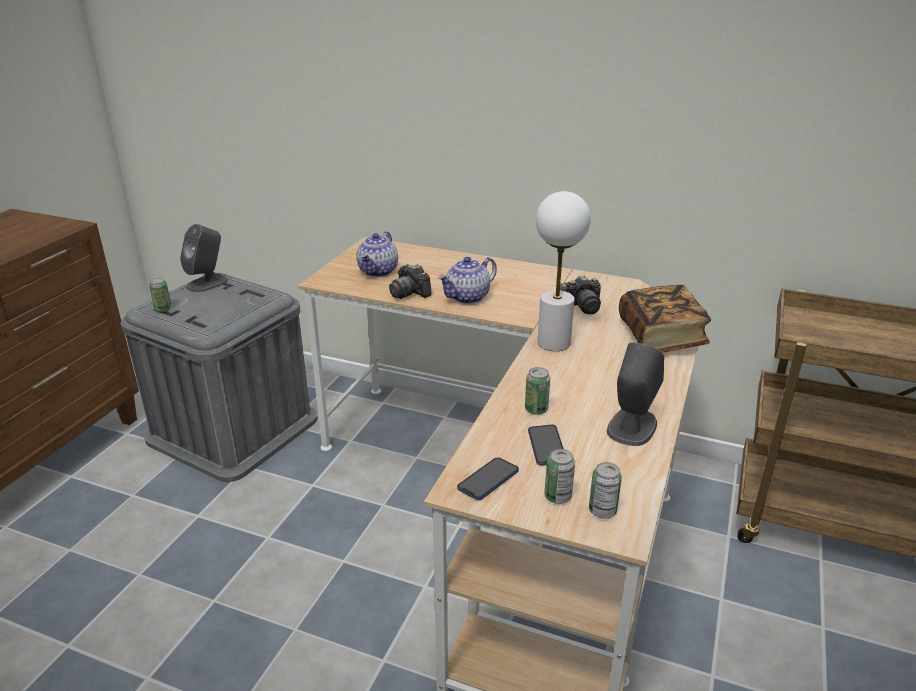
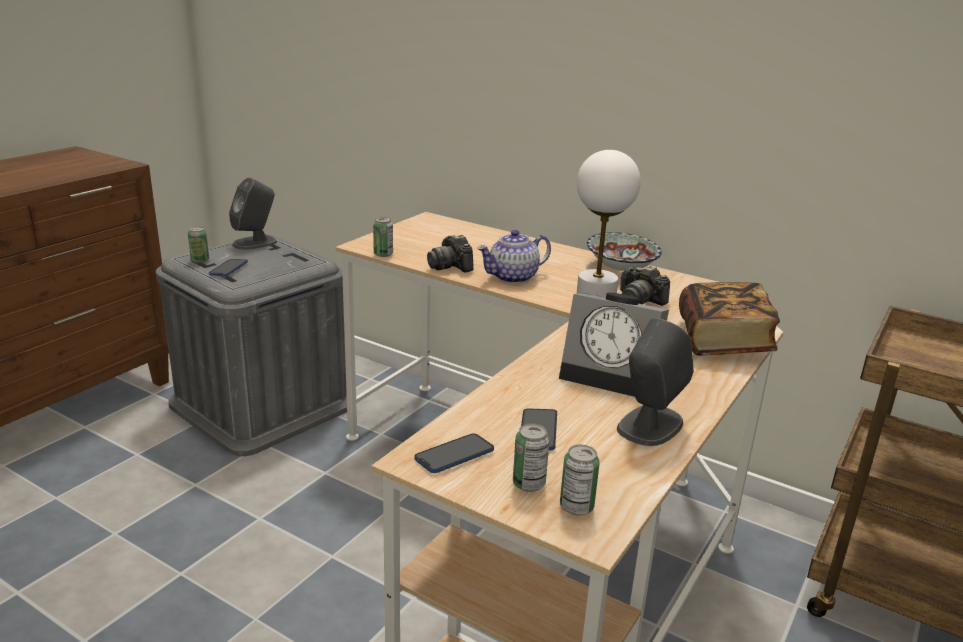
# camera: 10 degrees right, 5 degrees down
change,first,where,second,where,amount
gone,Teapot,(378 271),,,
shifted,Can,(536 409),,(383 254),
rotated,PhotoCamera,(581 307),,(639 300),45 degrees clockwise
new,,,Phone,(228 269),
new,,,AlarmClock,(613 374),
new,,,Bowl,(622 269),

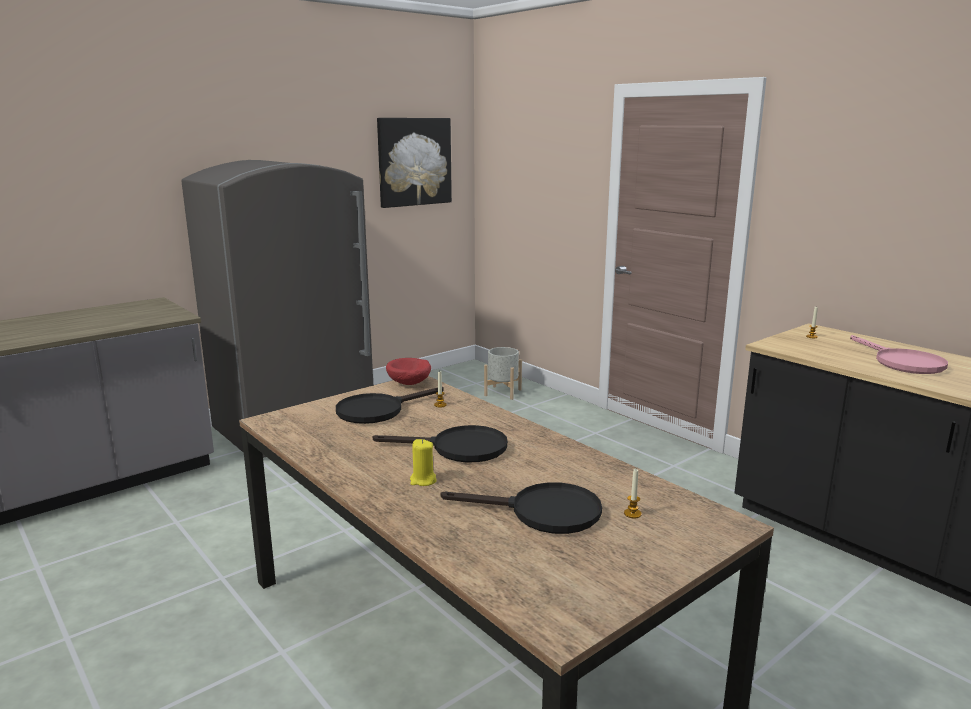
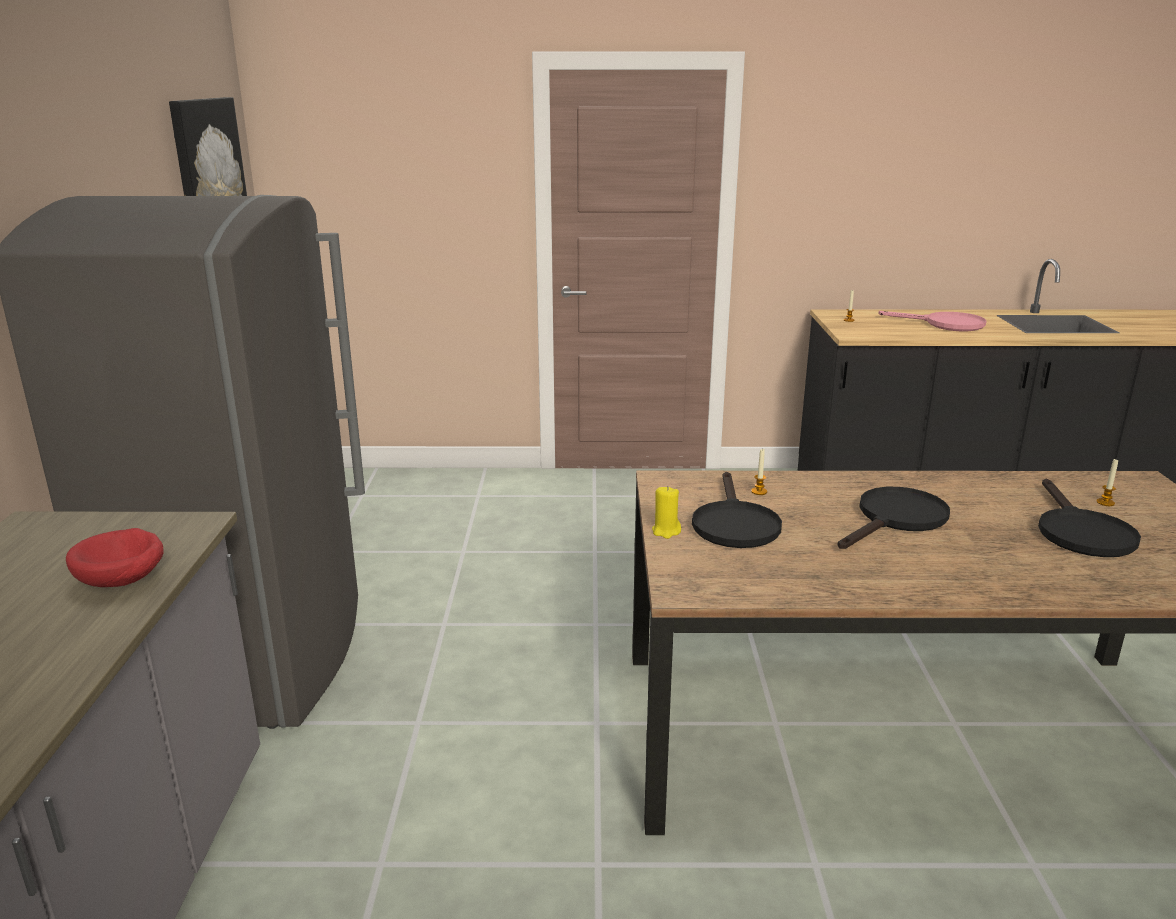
# camera: 50 degrees left, 5 degrees up
change,first,where,second,where,amount
shifted,RedBowl,(409 384),,(123 582),
shifted,YellowCandle,(423 480),,(666 531),
rotated,BlackFryingPan,(542 512),,(1080 532),135 degrees clockwise
gone,GreyPlanter,(503 392),,,

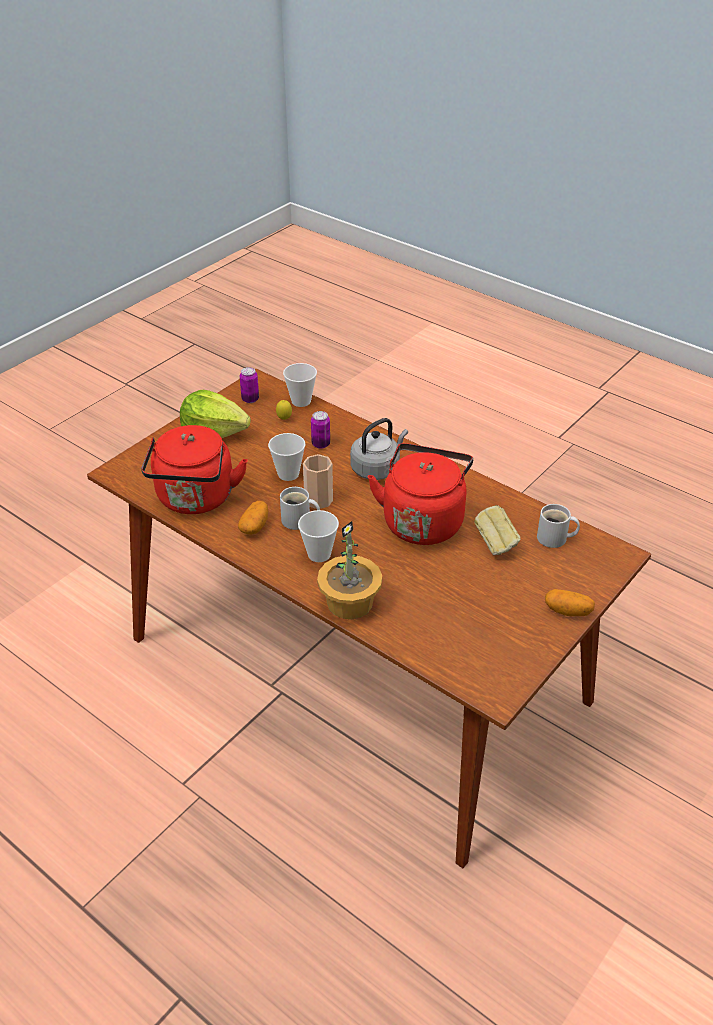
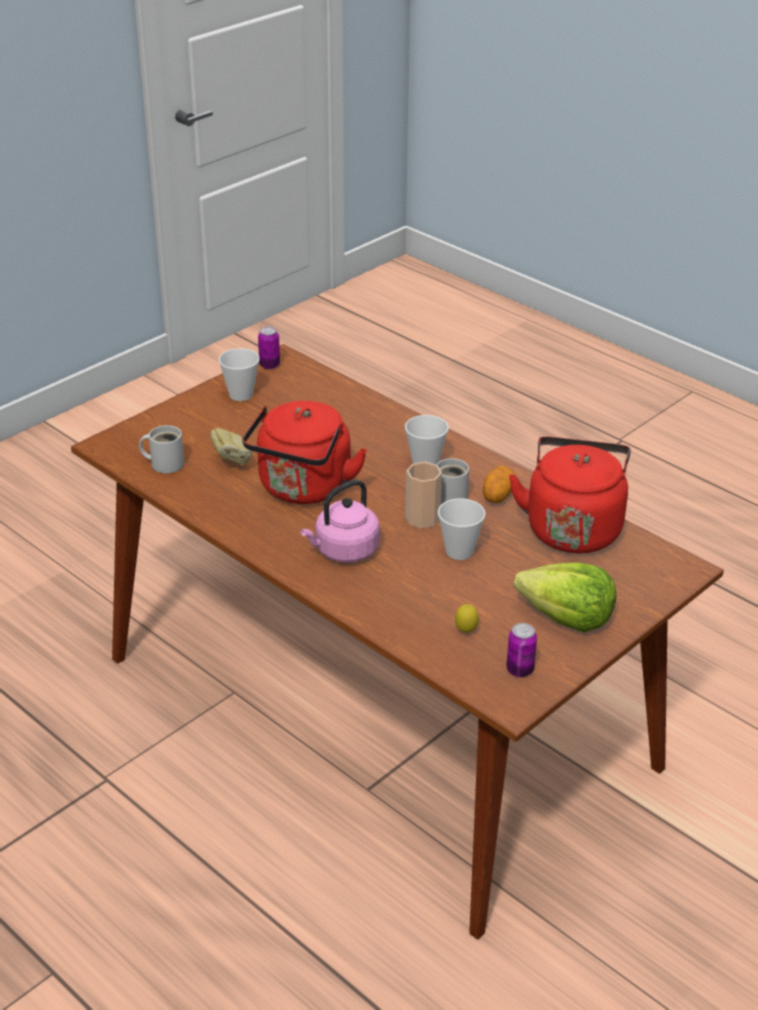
# camera: 175 degrees left, 5 degrees down
change,first,where,second,where,amount
shifted,Cup,(301 401),,(241 395),
shifted,Can,(321 444),,(269 365),
gone,PottedPlant,(350 602),,,
repainted,GreyKettle,(377 468),PinkKettle,(344 551),
gone,Potato,(567 611),,,

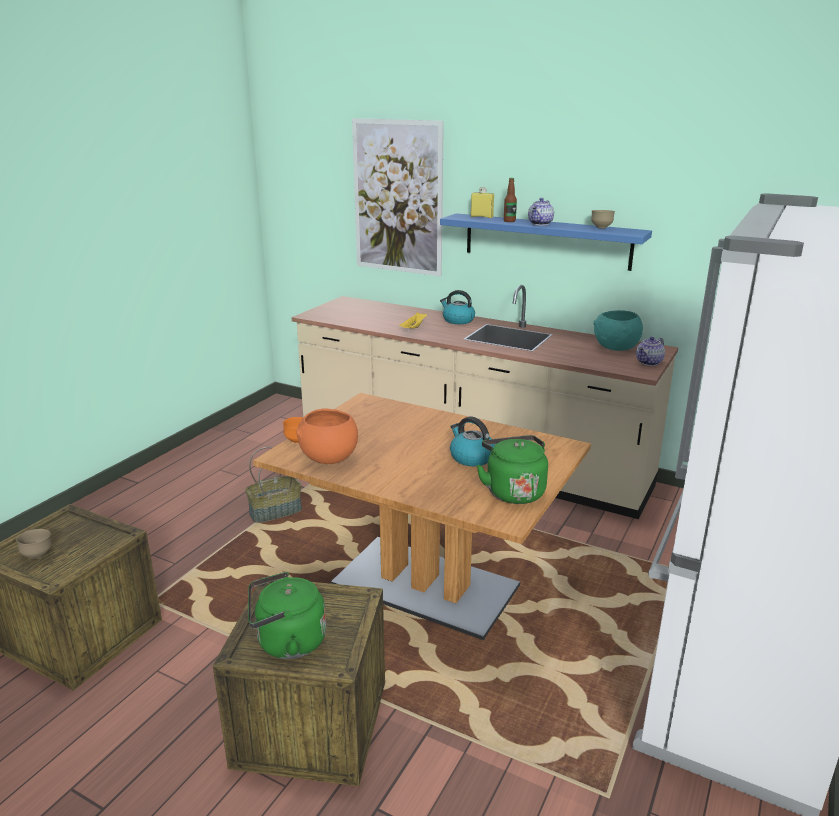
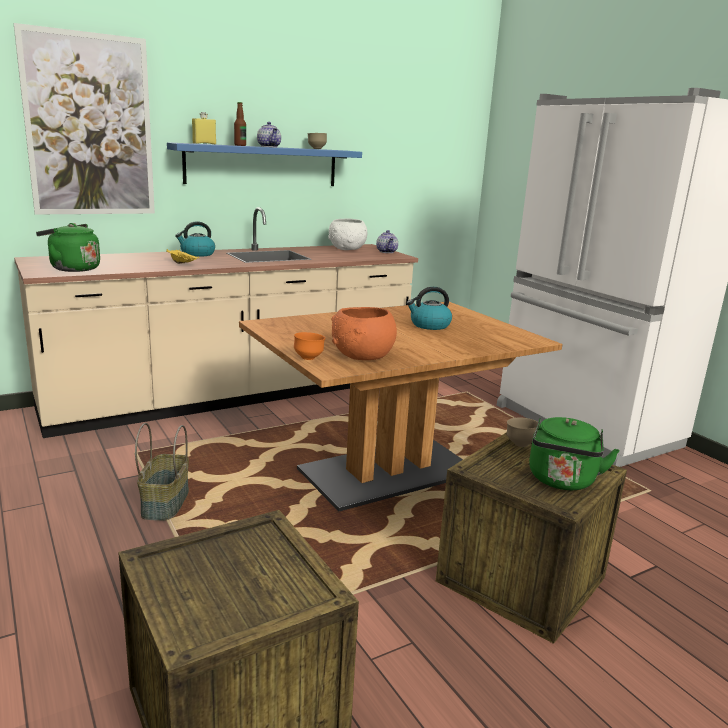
# camera: 60 degrees left, 5 degrees down
change,first,where,second,where,amount
shifted,BrownBowl,(38 555),,(520 444),
shifted,GreenKettle,(513 491),,(72 269),
repainted,TurquoiseBowl,(616 348),WhiteBowl,(347 249),

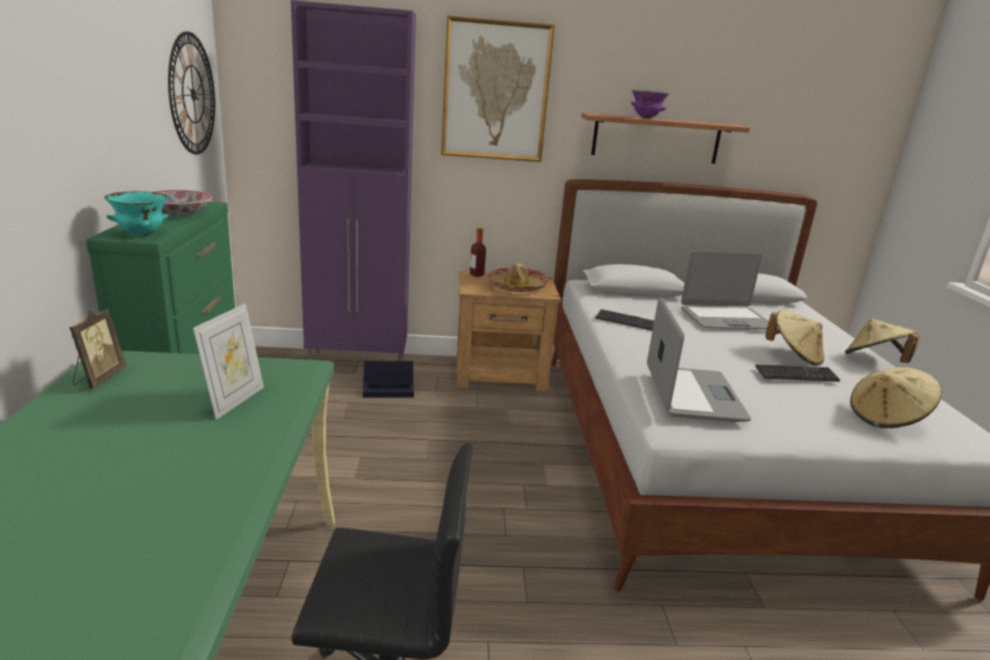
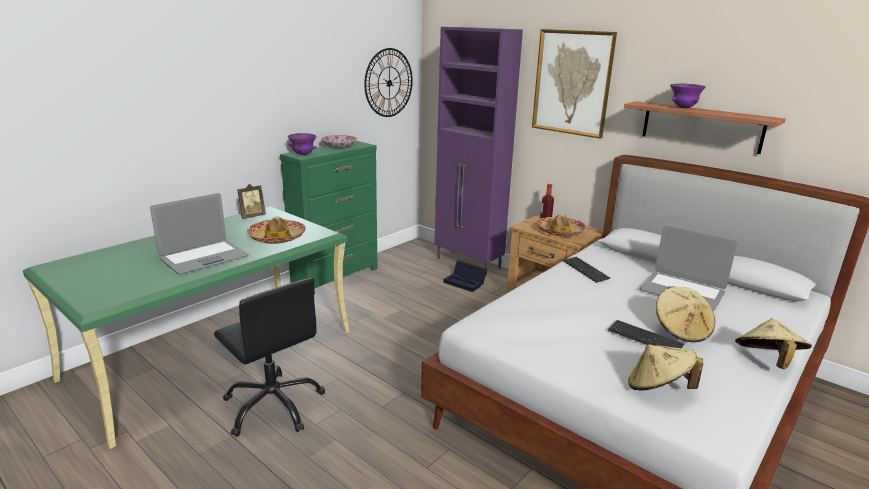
# camera: 45 degrees right, 0 degrees up
change,first,where,second,where,amount
repainted,TurquoiseBowl,(141 234),PurpleBowl,(303 155),
swapped,PictureFrame,(234 401),Hat,(277 237),
shifted,Laptop,(692 394),,(204 258),

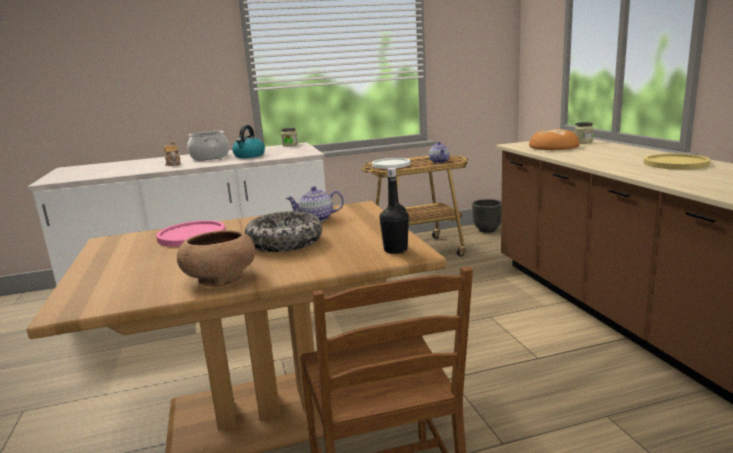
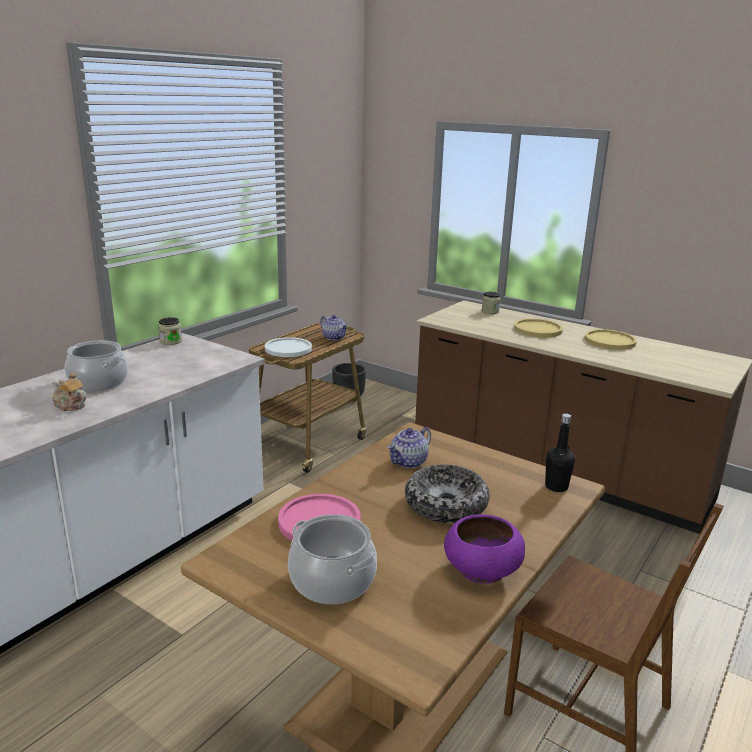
# camera: 40 degrees left, 5 degrees up
change,first,where,second,where,amount
repainted,BrownBowl,(220 278),PurpleBowl,(481 570),
gone,Kettle,(249 156),,,
gone,Bread,(553 147),,,
new,,,CookingPot,(332 581),
new,,,YellowPlate,(538 329),

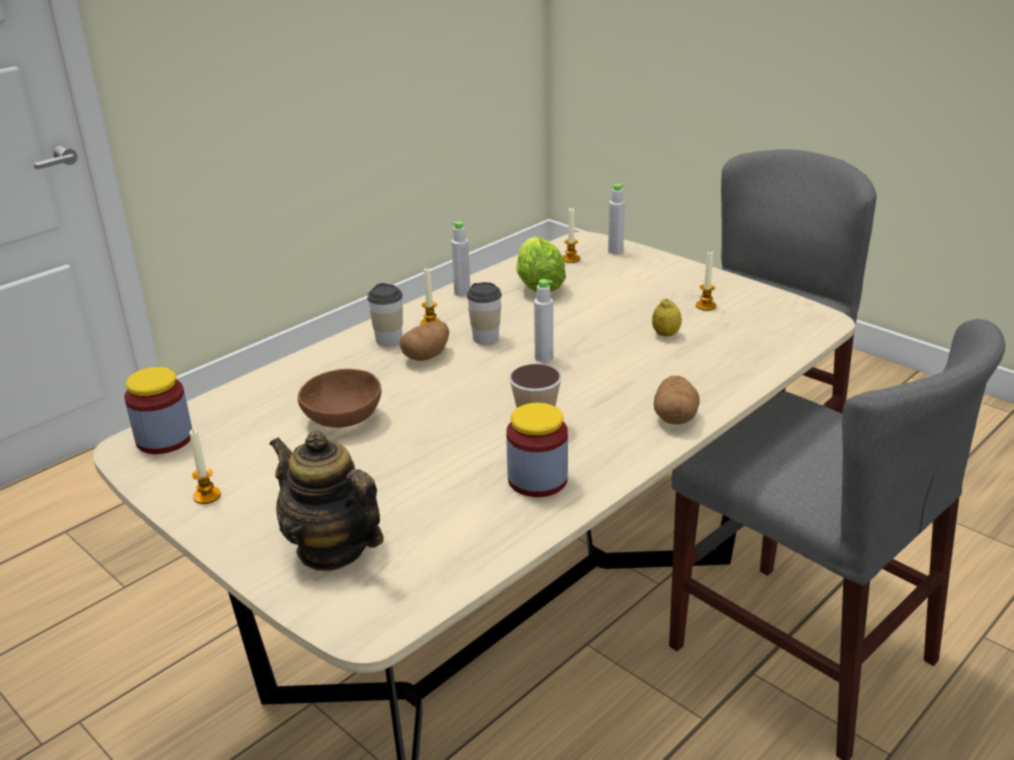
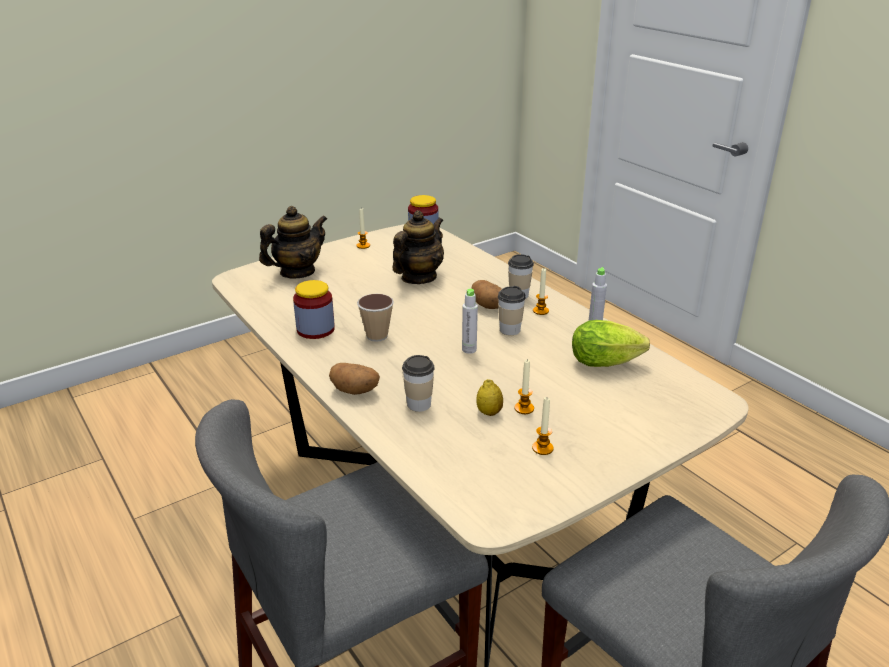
# camera: 100 degrees right, 0 degrees up
change,first,where,second,where,amount
swapped,BrownBowl,(343 419),Teapot,(418 278),
shifted,Candle,(571 259),,(524 408),
gone,GreyBottle,(615 251),,,
new,,,Cup,(419 404),

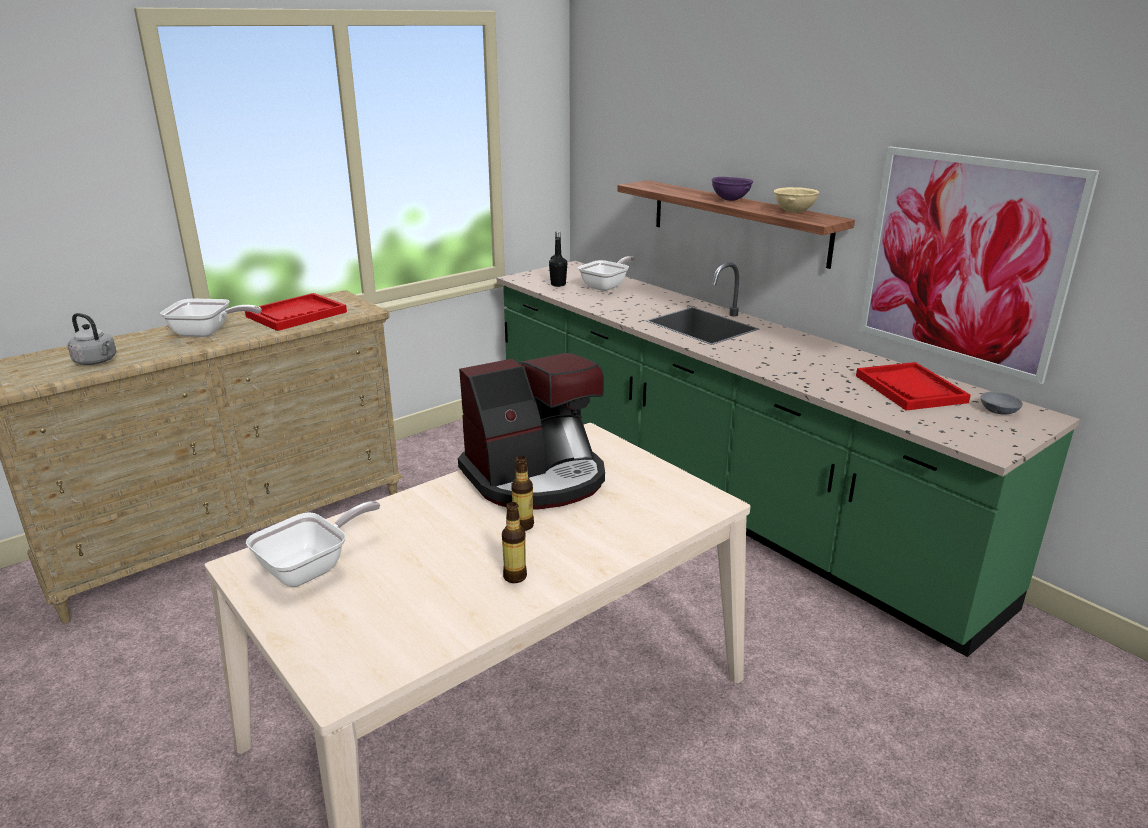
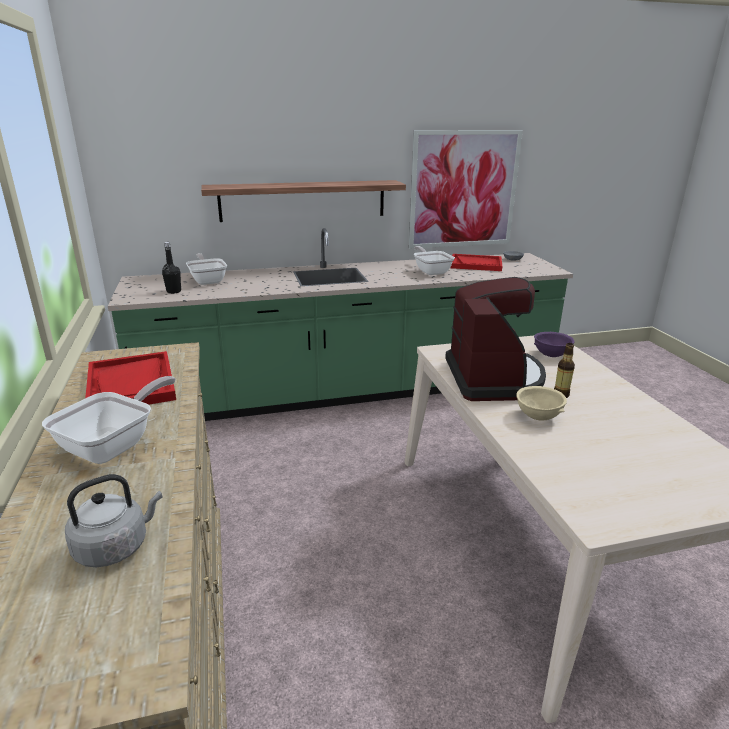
# camera: 65 degrees left, 0 degrees up
change,first,where,second,where,amount
shifted,FryingPan,(311 568),,(431 271),
gone,Bottle,(515 577),,,
shifted,PurpleBowl,(730 200),,(550 355),
shifted,BeigeBowl,(793 212),,(538 417),

